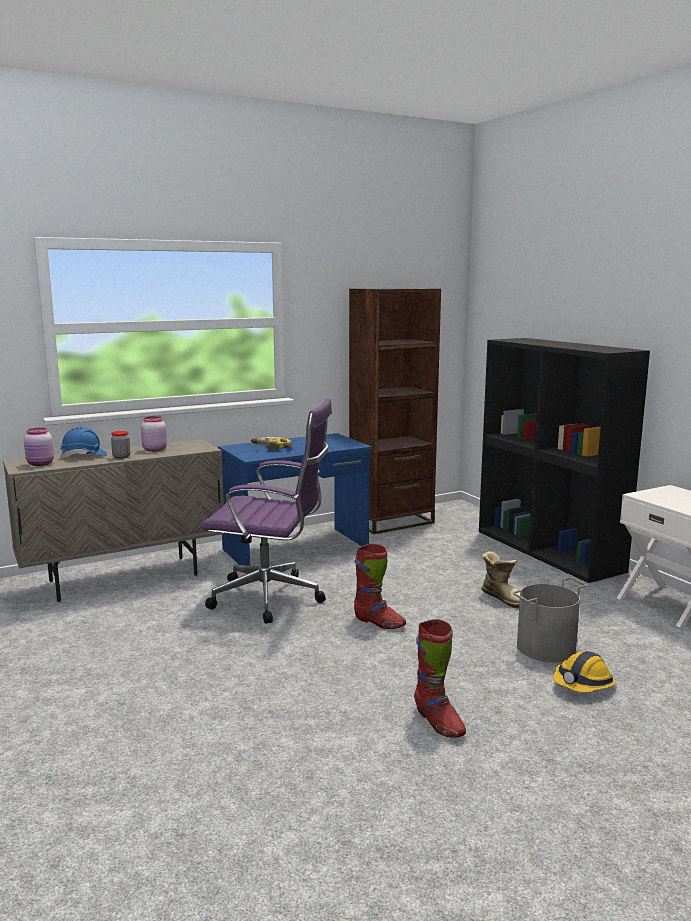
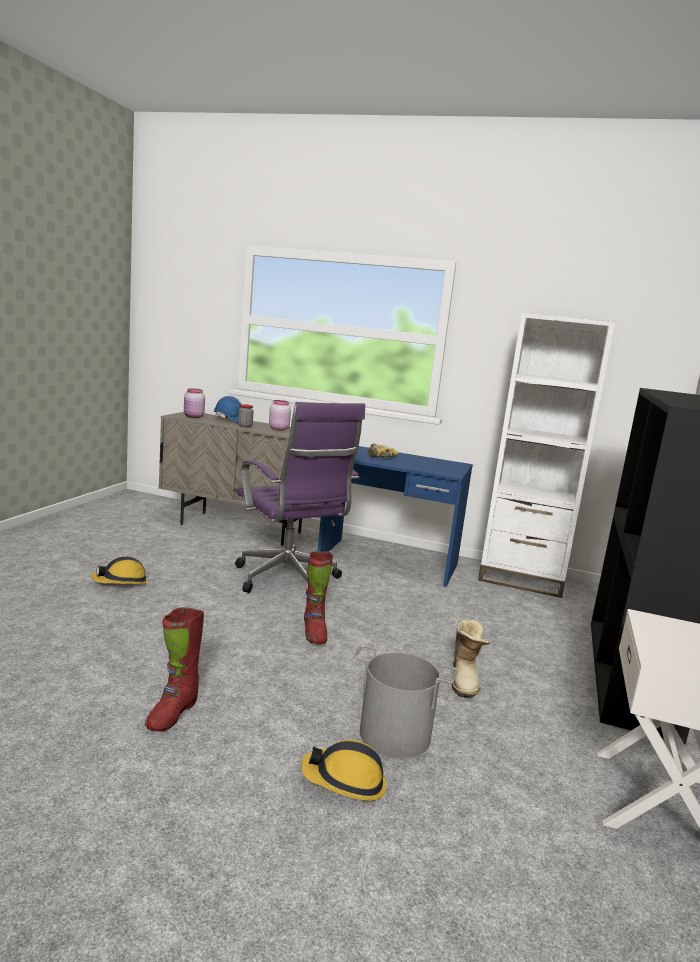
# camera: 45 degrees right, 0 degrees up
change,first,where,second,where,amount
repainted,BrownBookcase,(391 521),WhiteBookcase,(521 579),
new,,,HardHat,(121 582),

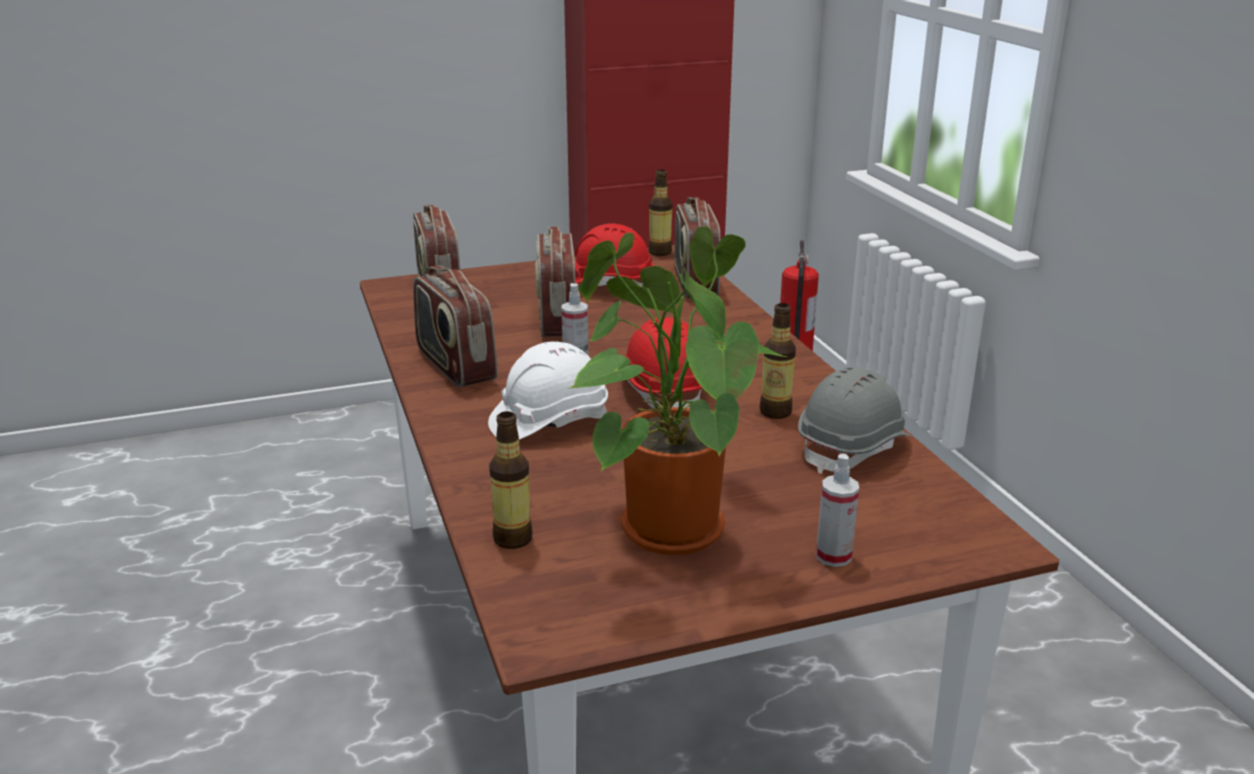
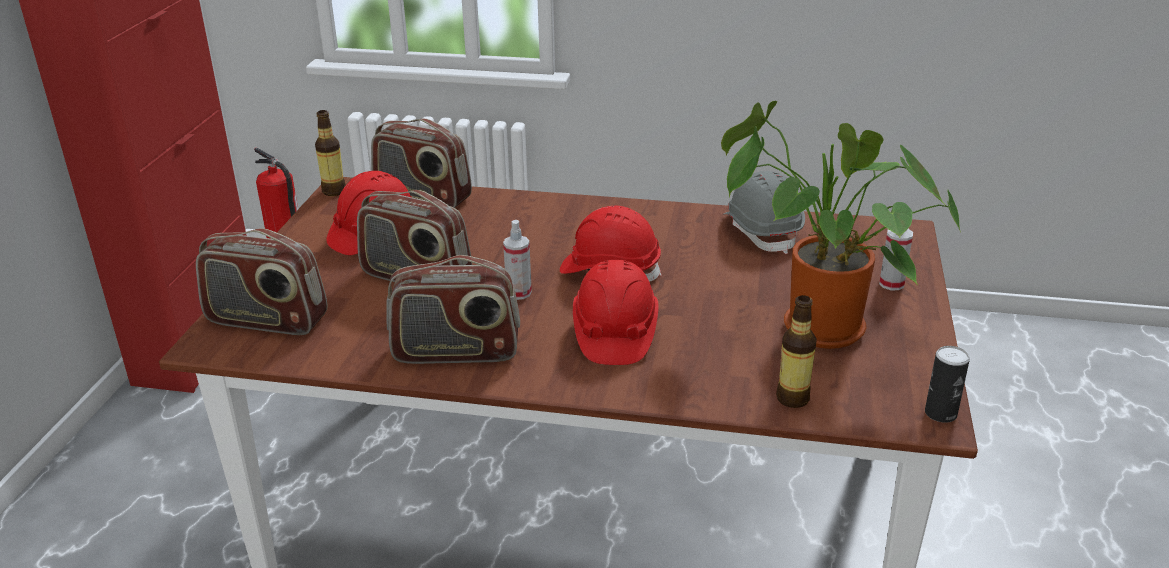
# camera: 60 degrees left, 5 degrees up
change,first,where,second,where,amount
repainted,WhiteHardHat,(548 421),RedHardHat,(614 333),
gone,Bottle,(775 412),,,
new,,,Can,(940 413),

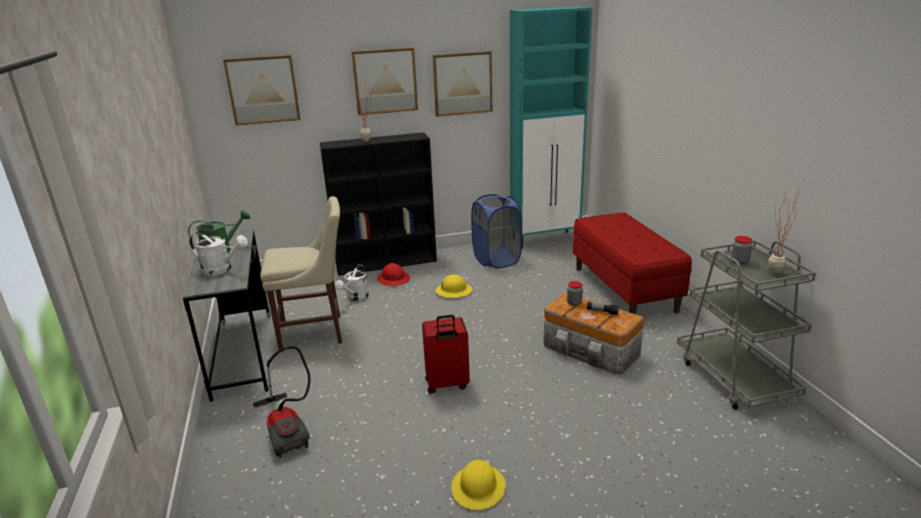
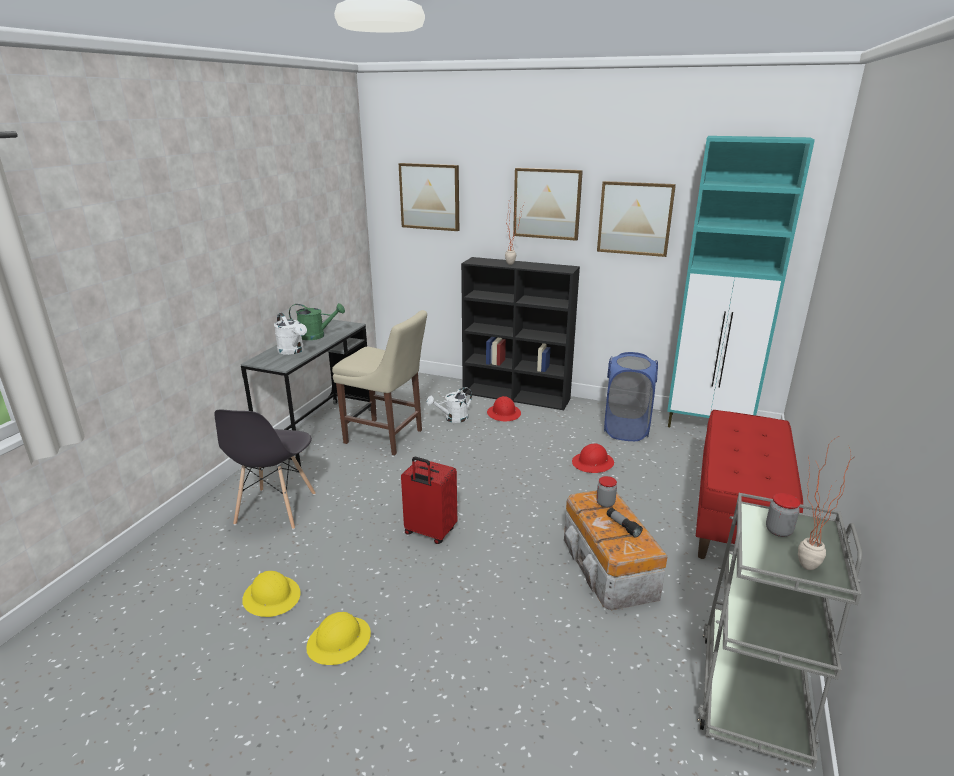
# camera: 35 degrees right, 0 degrees up
change,first,where,second,where,amount
swapped,VacuumCleaner,(287 429),GreyChair,(275 509),
shifted,YellowHardHat,(453 291),,(272 597),
new,,,RedHardHat,(593 463),

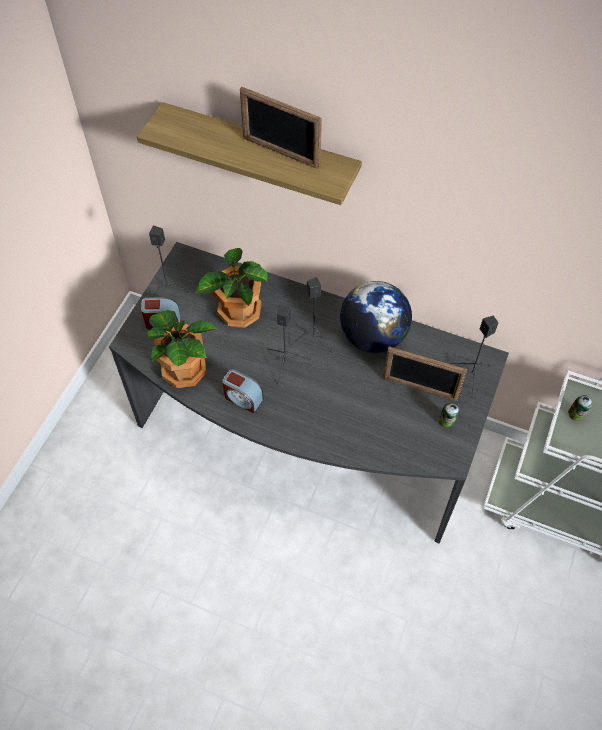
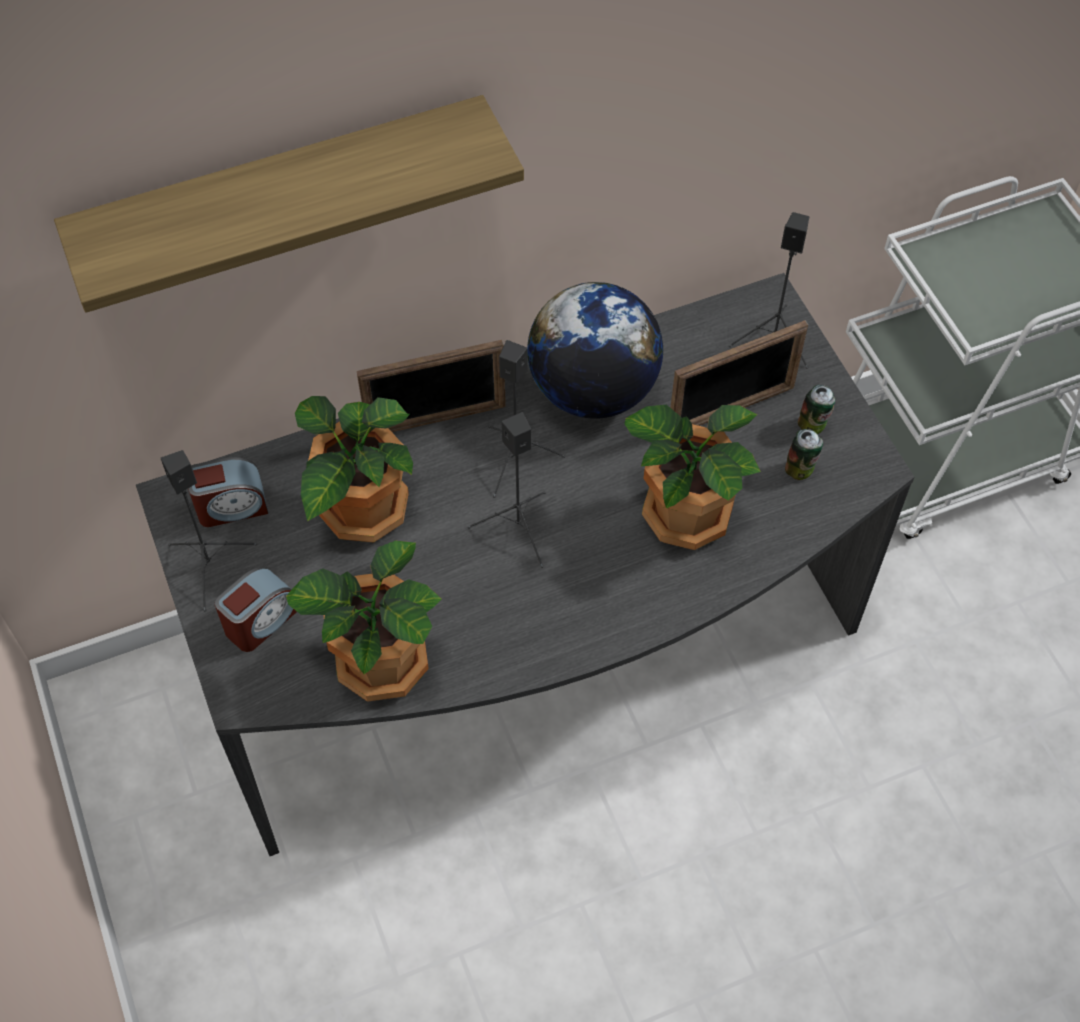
# camera: 45 degrees left, 0 degrees up
change,first,where,second,where,amount
shifted,AlarmClock,(243 398),,(231 506),
shifted,PictureFrame,(281 153),,(436 420),
shifted,Can,(576 415),,(800 469),
new,,,PottedPlant,(685 512),

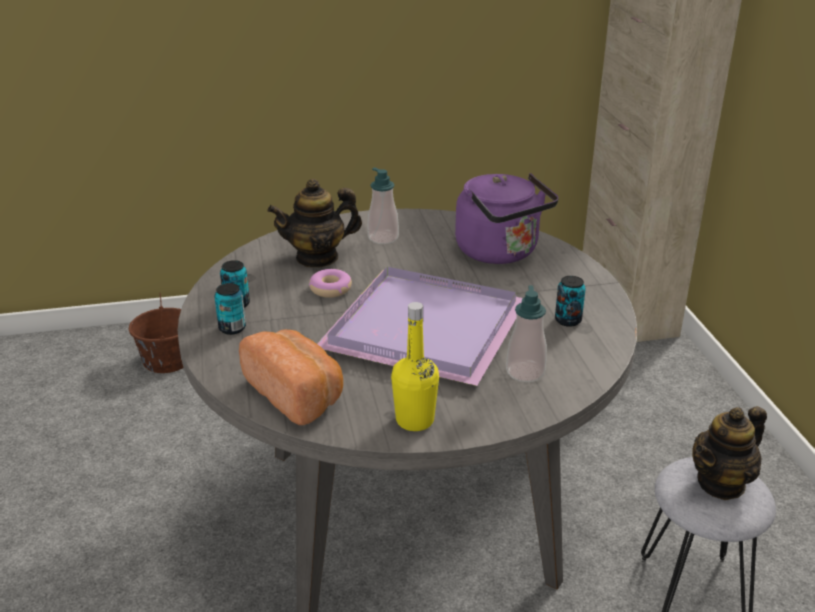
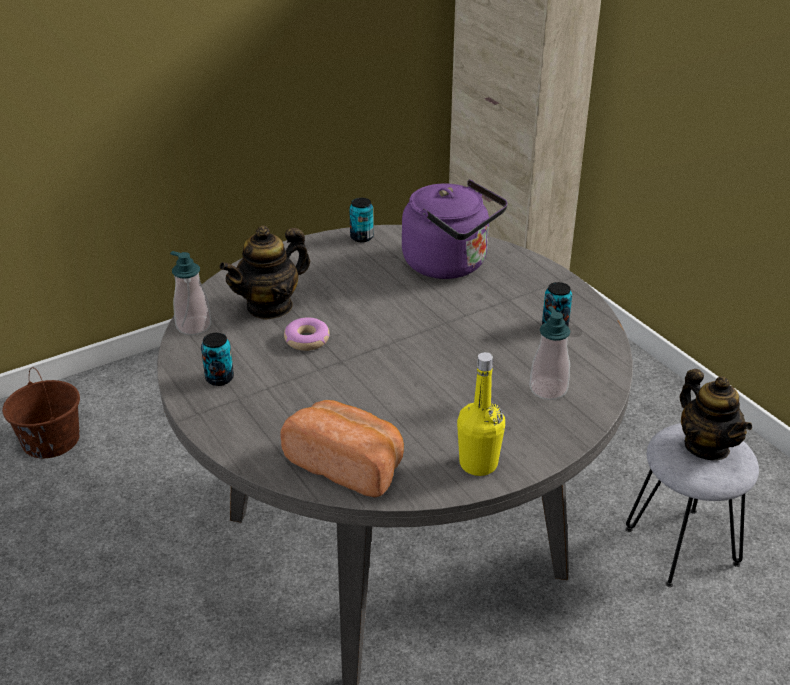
# camera: 20 degrees left, 5 degrees up
change,first,where,second,where,amount
shifted,Can,(232 328),,(361 237),
gone,PurpleTray,(423 326),,,
shifted,SoapDispenser,(383 238),,(193 326),
rotated,Teapot,(721 483),,(706 446),60 degrees counterclockwise

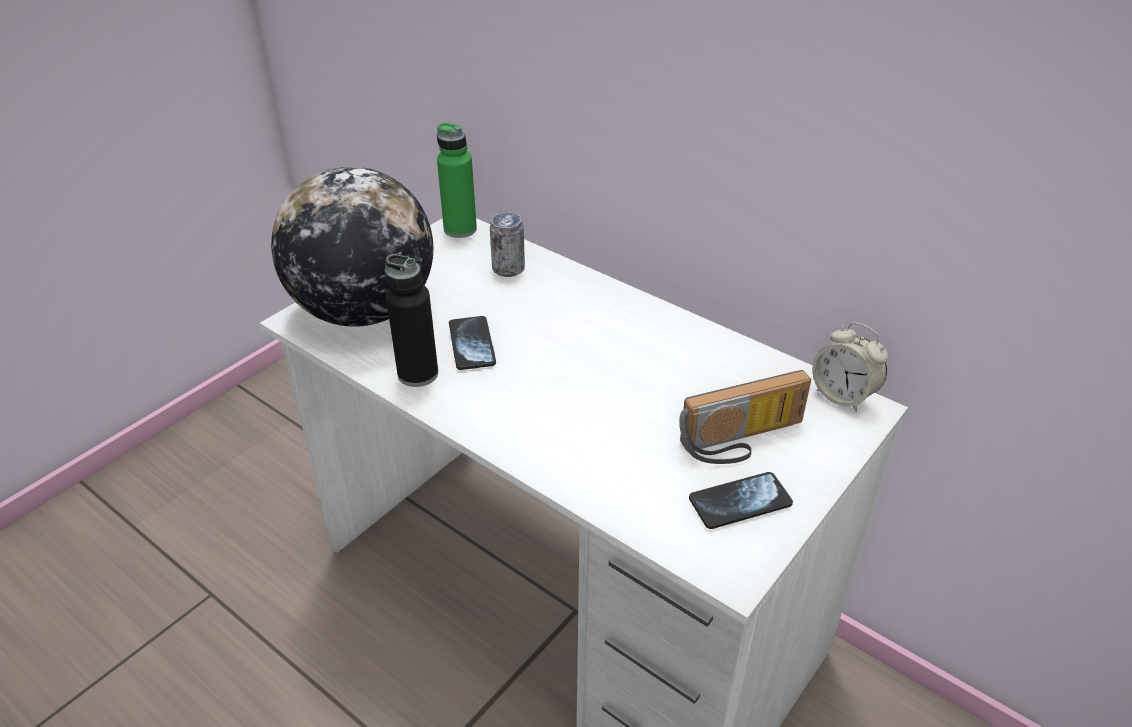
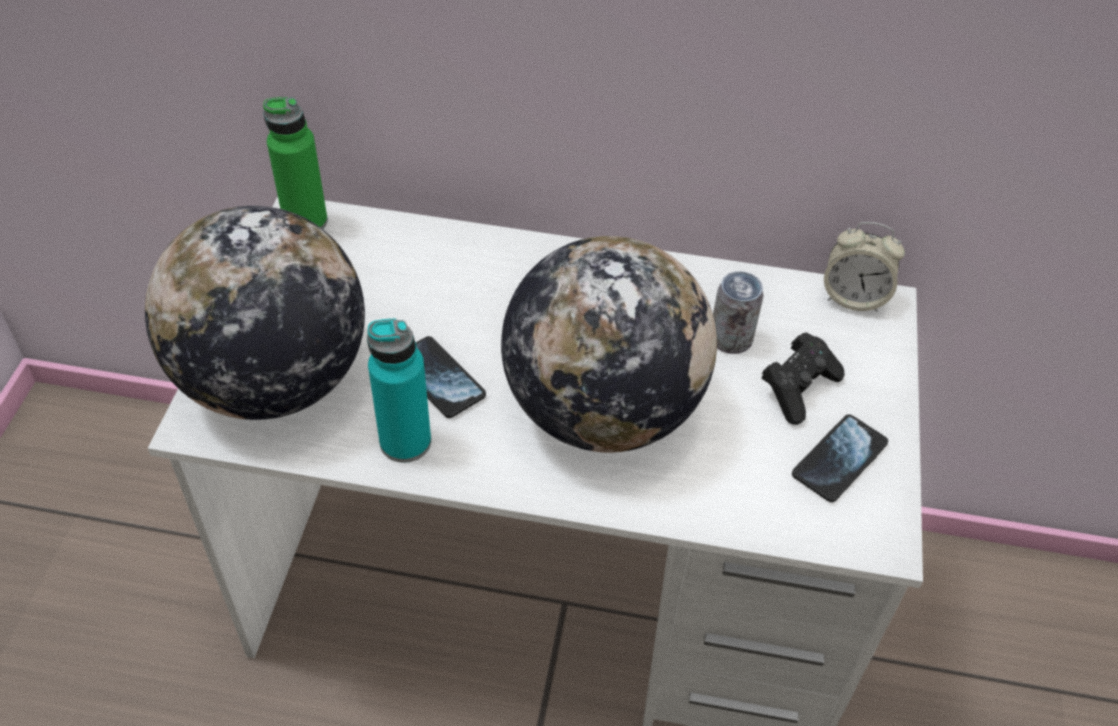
# camera: 30 degrees left, 10 degrees up
change,first,where,second,where,amount
repainted,BlackBottle,(418 374),TurquoiseBottle,(405 442),
shifted,Can,(508 269),,(730 339),
swapped,Radio,(743 441),BlackGameController,(798 388),
new,,,Globe,(602 410),

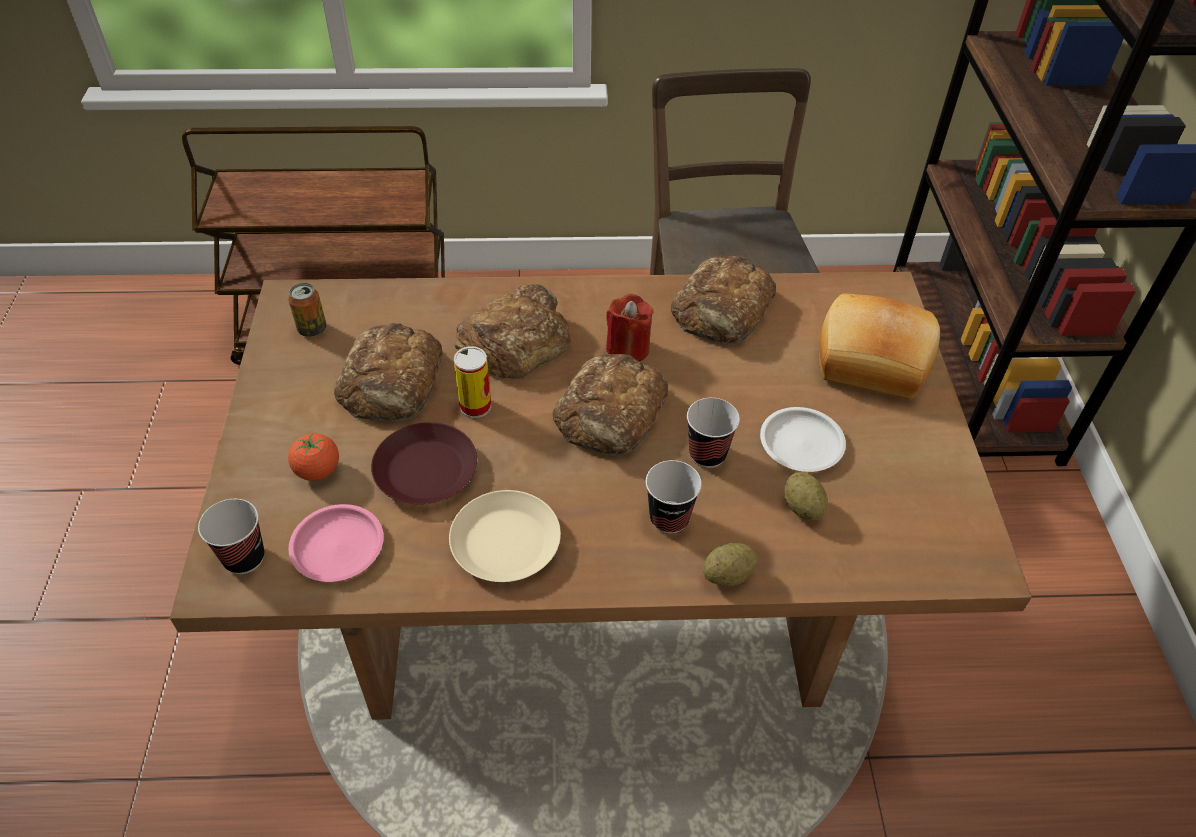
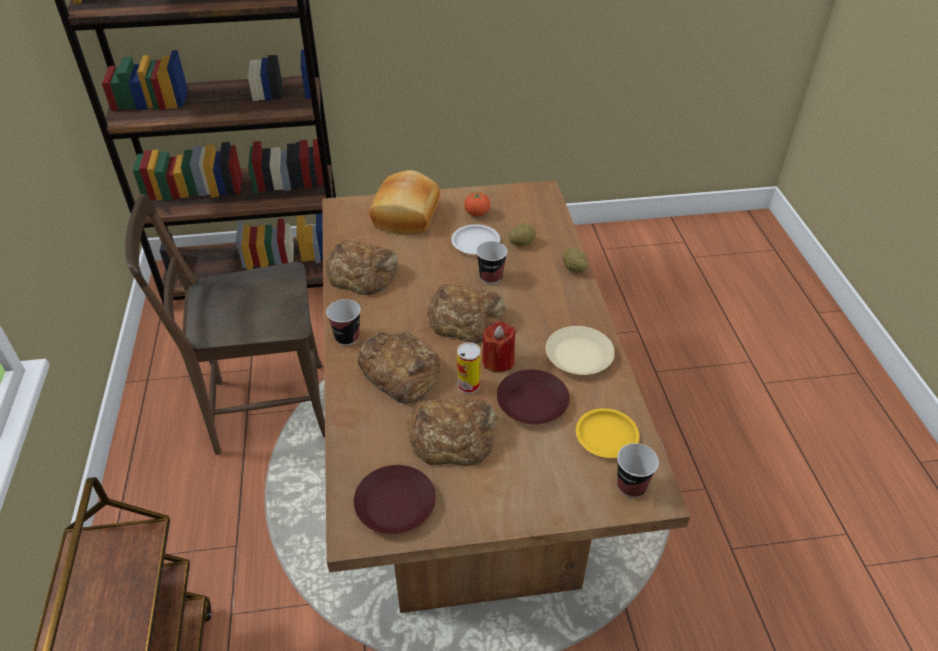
# camera: 95 degrees left, 5 degrees down
change,first,where,second,where,amount
swapped,Can,(312 329),BrownPlate,(395 503),
shifted,Tomato,(318 471),,(477 214),
repainted,PinkPlate,(337 547),YellowPlate,(607 436),
shifted,RedCandle,(627 348),,(498 361),
shifted,Cup,(669 518),,(347 337),

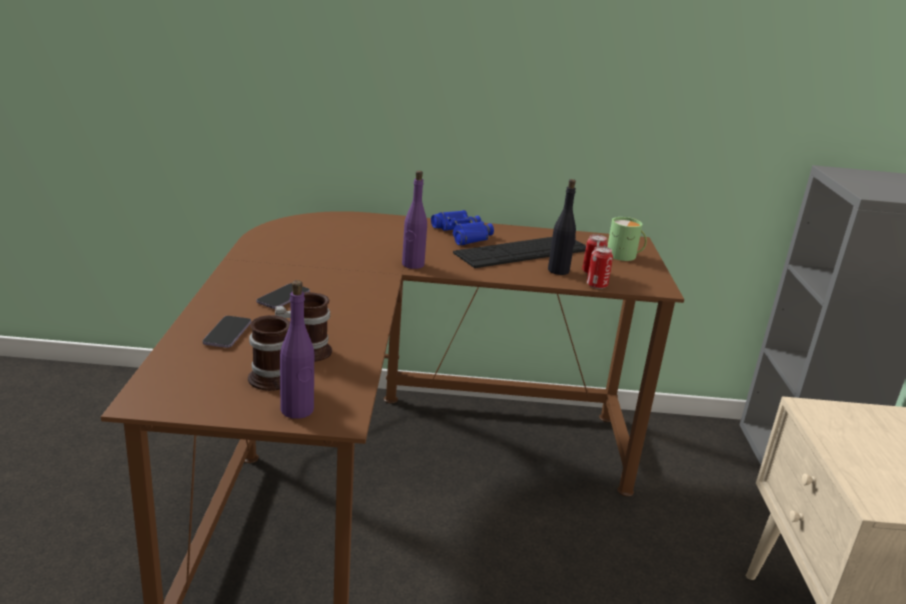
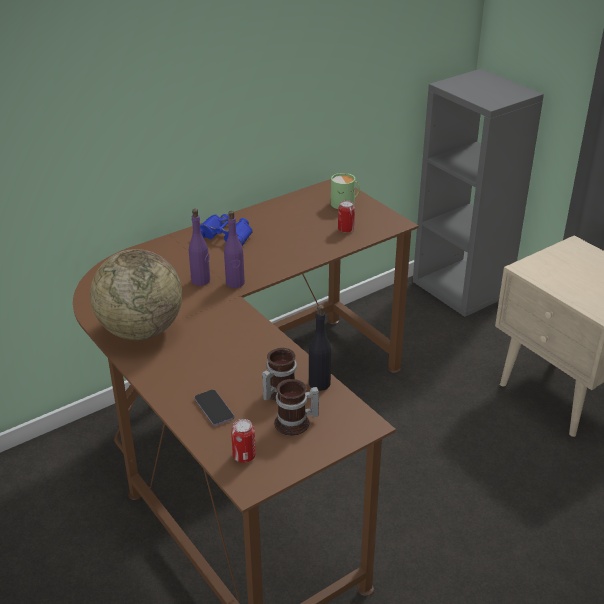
# camera: 35 degrees left, 10 degrees up
change,first,where,second,where,amount
gone,Phone,(283 298),,,
shifted,PurpleBottle,(297 410),,(201 281),
gone,Keyboard,(523 251),,,
shifted,BlackBottle,(559 270),,(319 383),
shifted,Can,(596 285),,(244 456),
new,,,Globe,(141 330),

